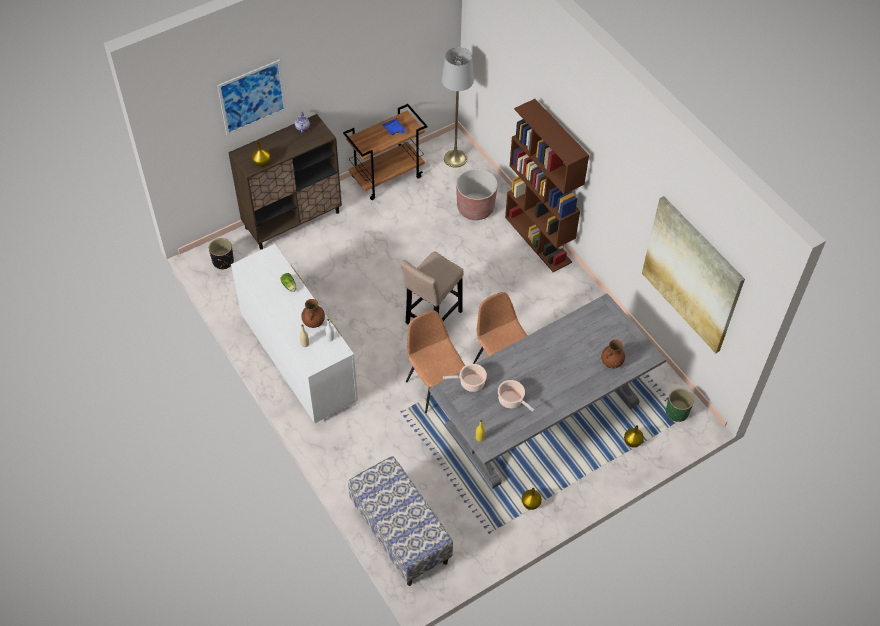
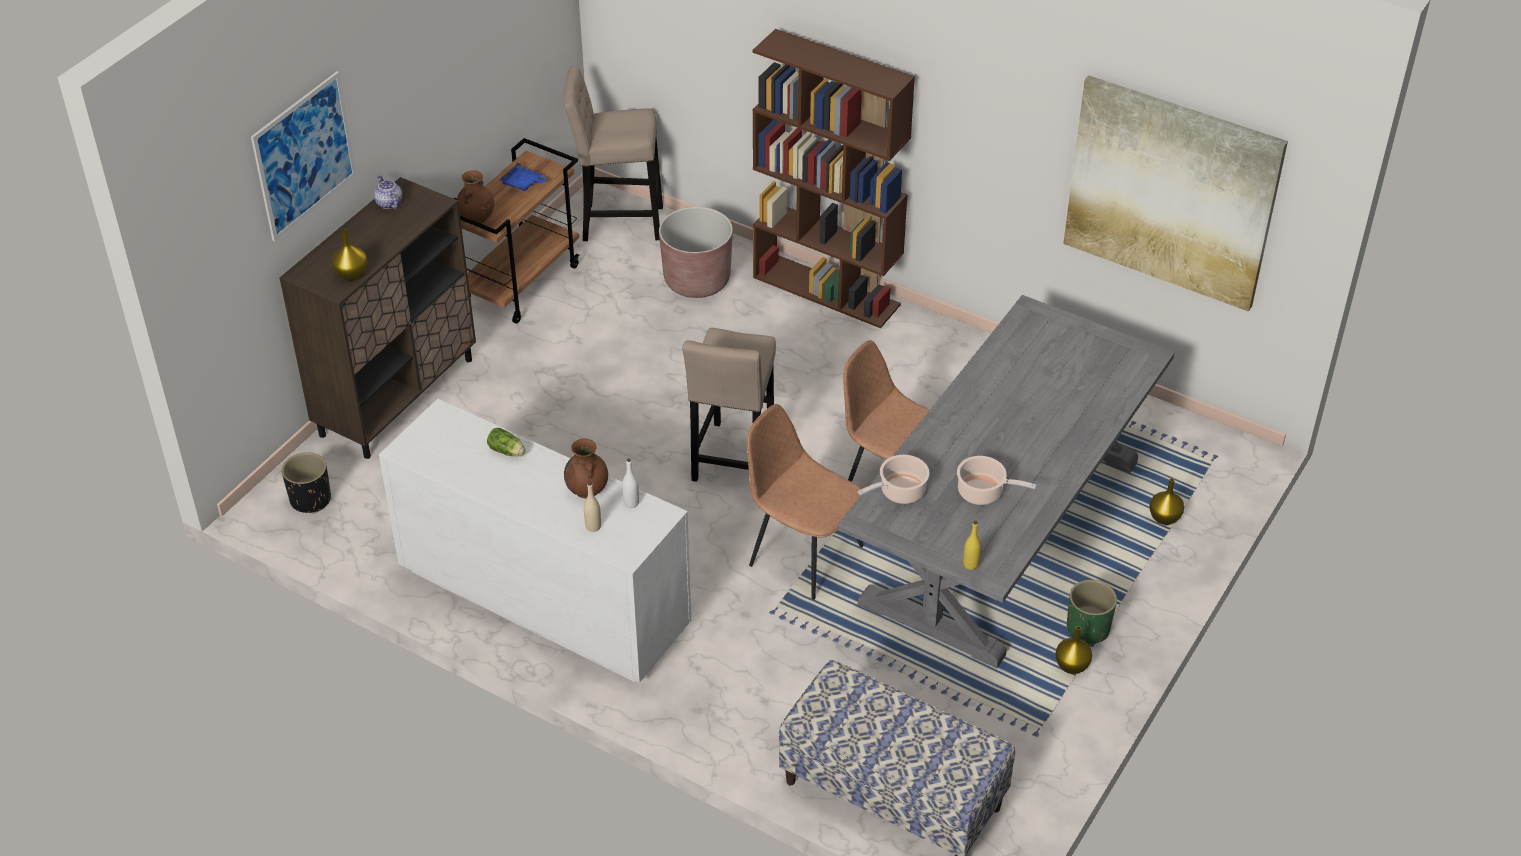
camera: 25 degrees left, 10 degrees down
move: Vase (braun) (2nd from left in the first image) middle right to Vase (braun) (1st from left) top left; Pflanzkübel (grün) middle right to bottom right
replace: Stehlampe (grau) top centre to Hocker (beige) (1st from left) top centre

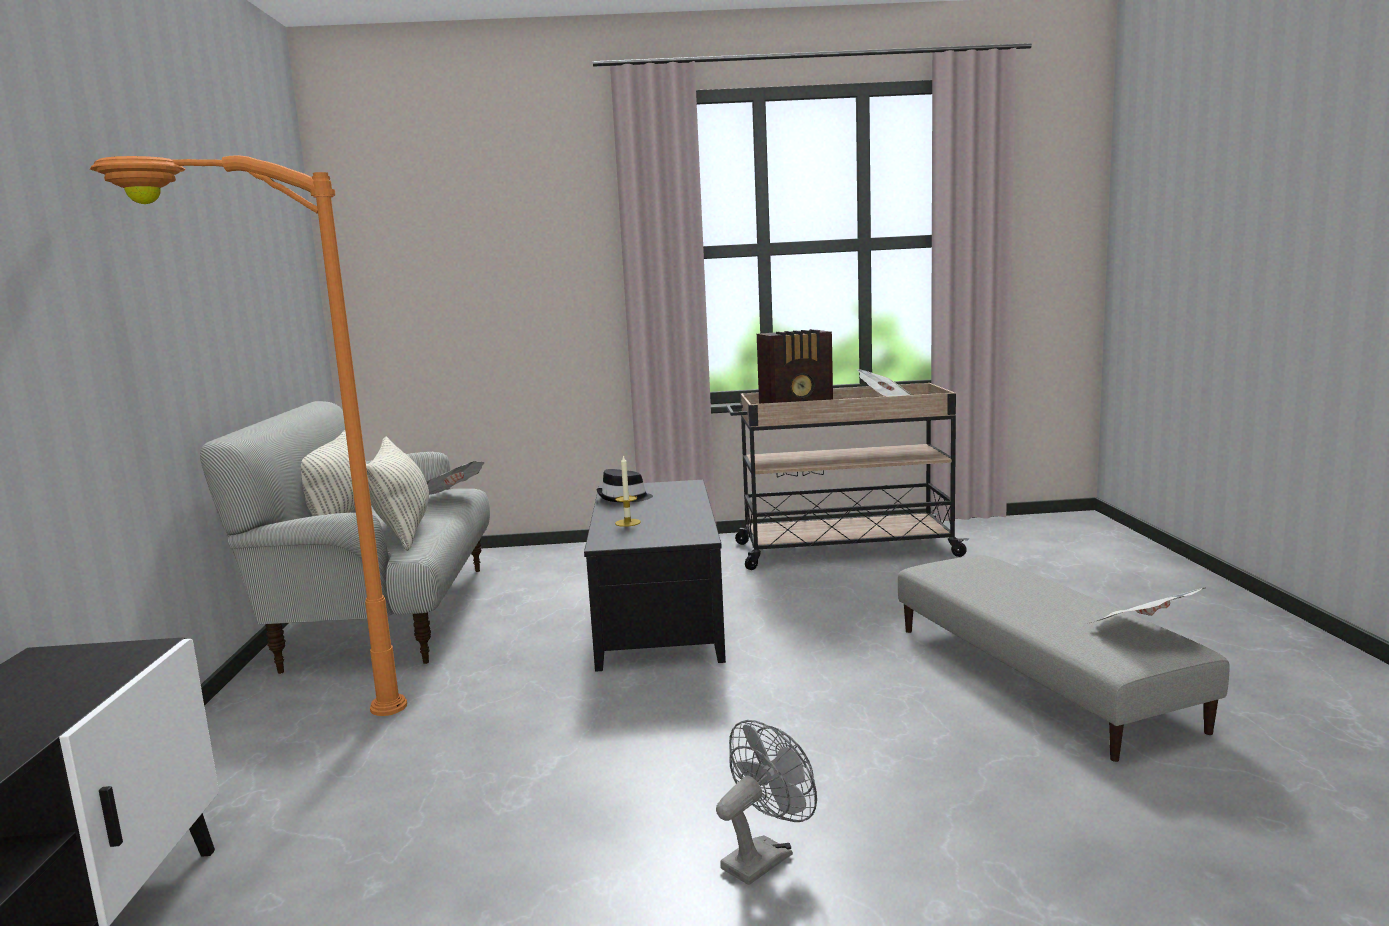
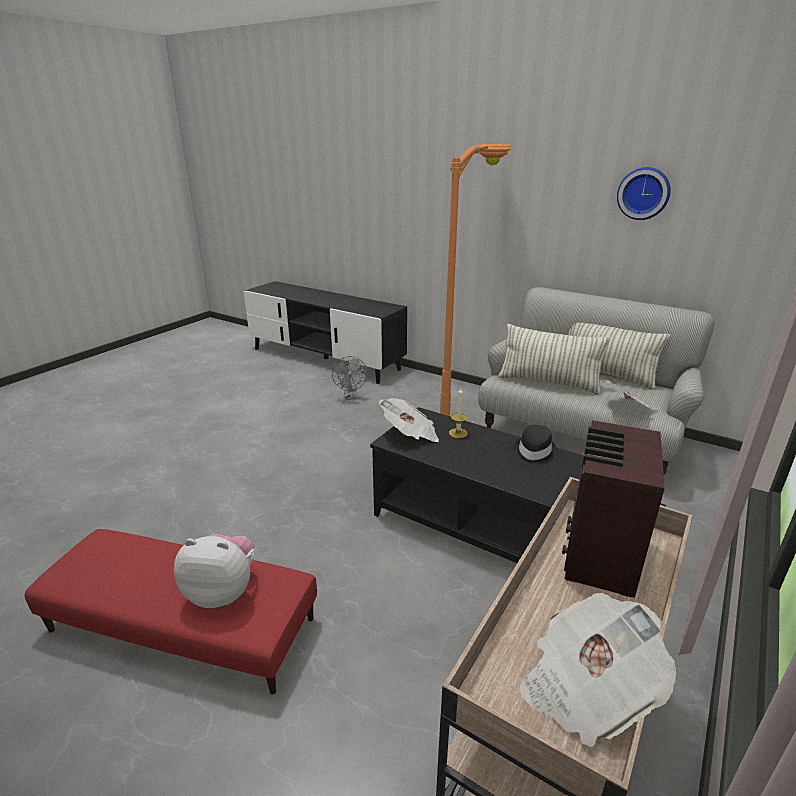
camera: 125 degrees right, 15 degrees up
insert: Plüschtier bottom left; Wanduhr top right
move: Ventilator (grau) bottom centre to centre; Zeitung (3rd from left in the first image) middle right to Zeitung (1st from left) centre
recolor: Polsterhocker (grau) bottom right to Polsterhocker (rot) bottom left

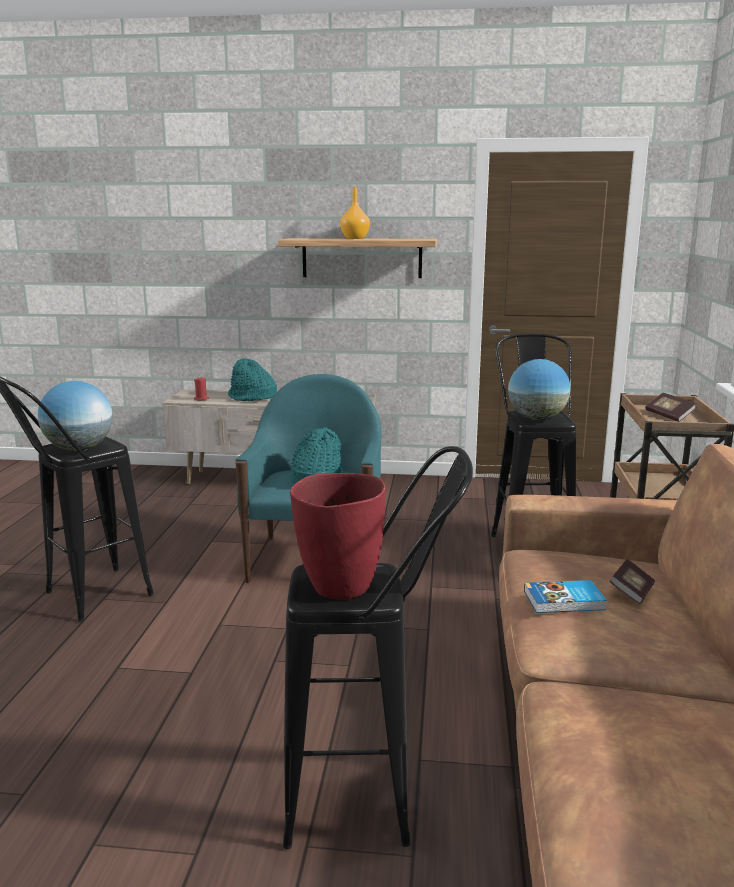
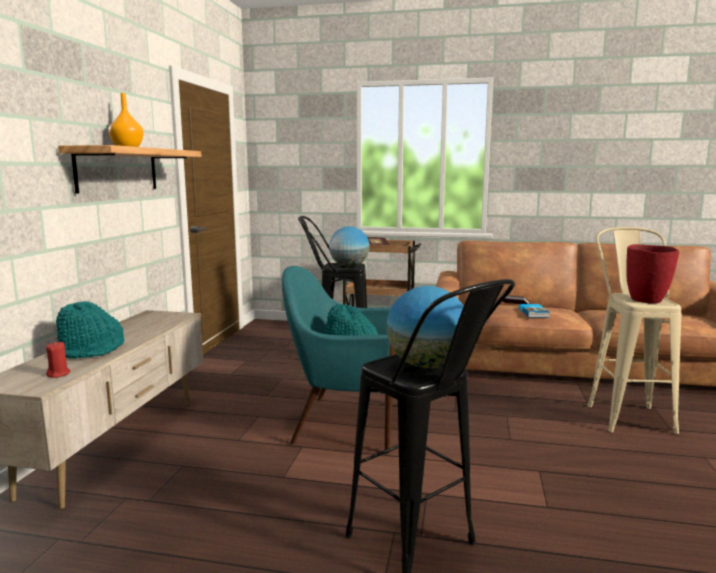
camera: 85 degrees left, 5 degrees down
recolor: Hocker (schwarz) (2nd from left) bottom centre to Hocker (beige) middle right

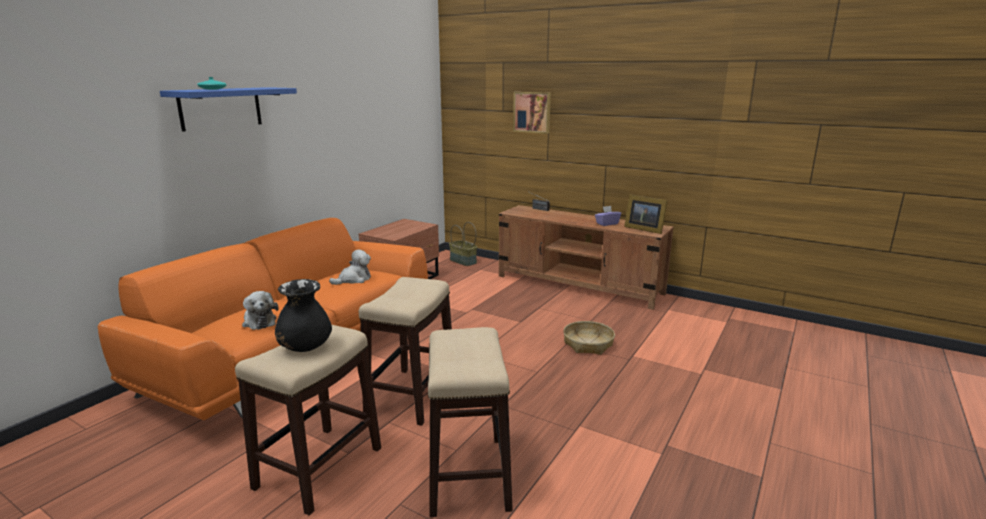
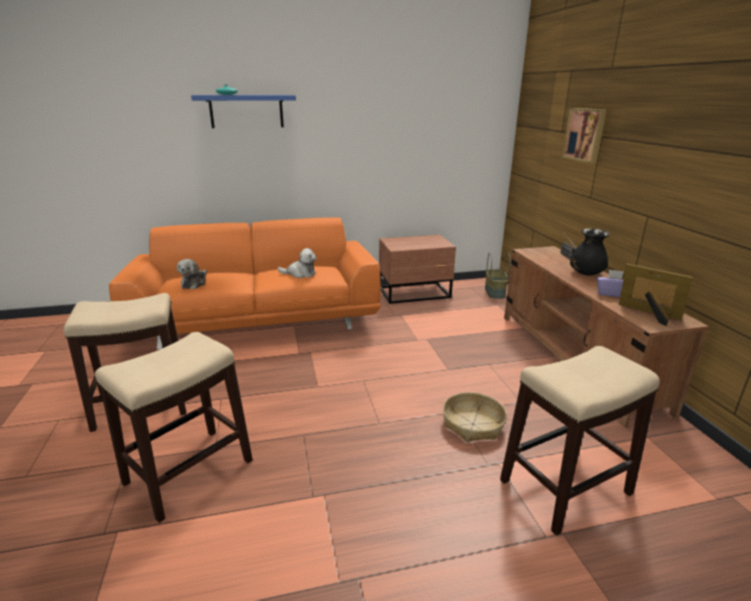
camera: 45 degrees right, 5 degrees up
move: Vase (schwarz) middle left to middle right; Hocker (2nd from left in the first image) bottom centre to Hocker (3rd from left) bottom right
rotate: Bilderrahmen centre = middle right 135 degrees clockwise

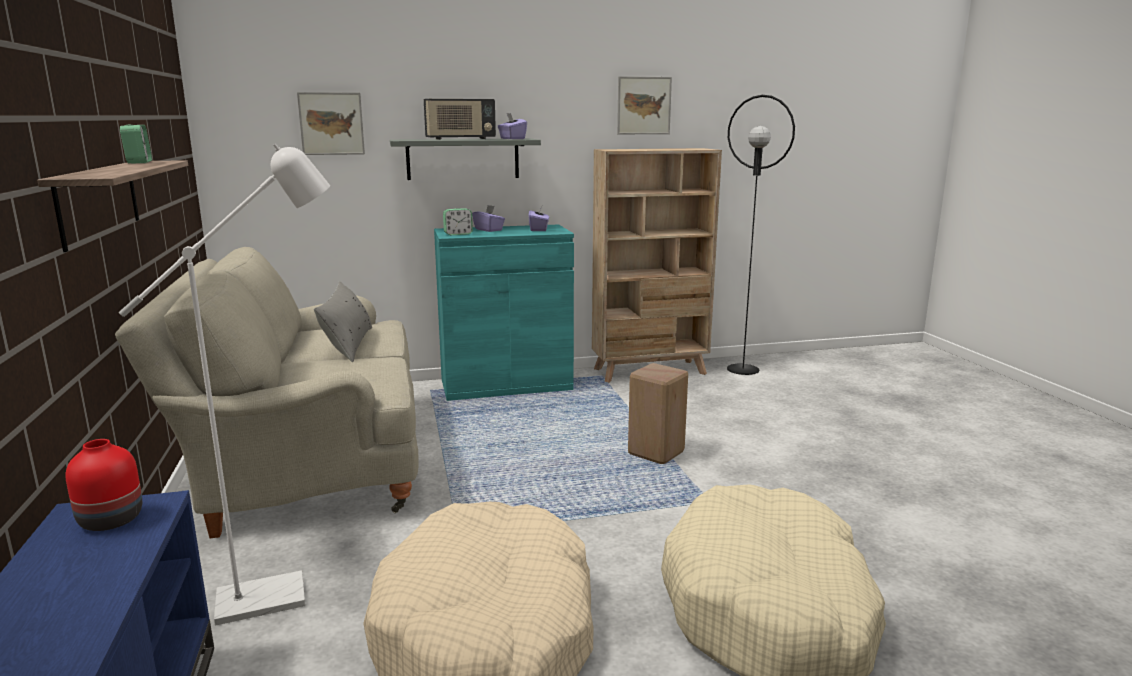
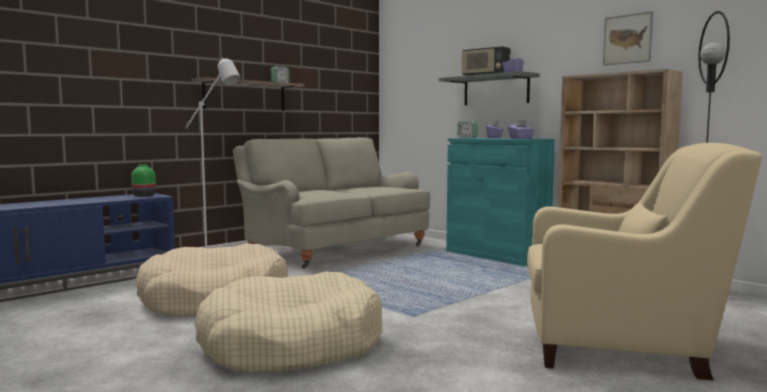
camera: 60 degrees right, 10 degrees down
delete: Bild (1st from left) top left; Kissen (grau) middle left; Hocker (beige) centre
insert: Sessel (beige) middle right
recolor: Vase (rot) bottom left to Vase (grün) middle left

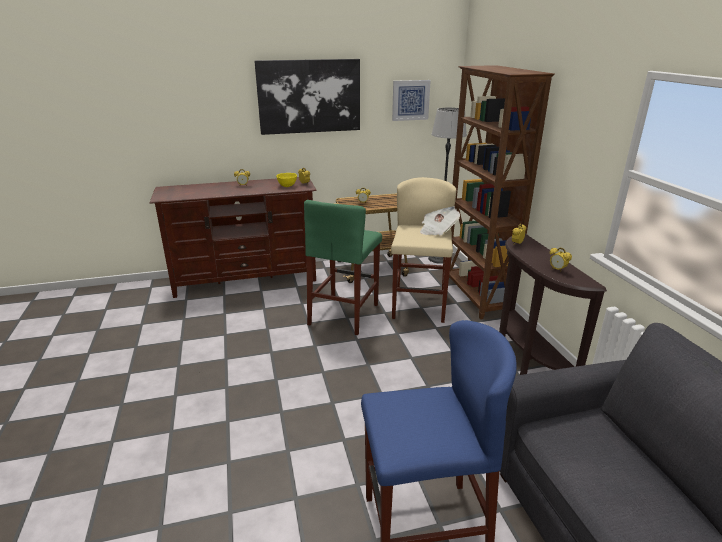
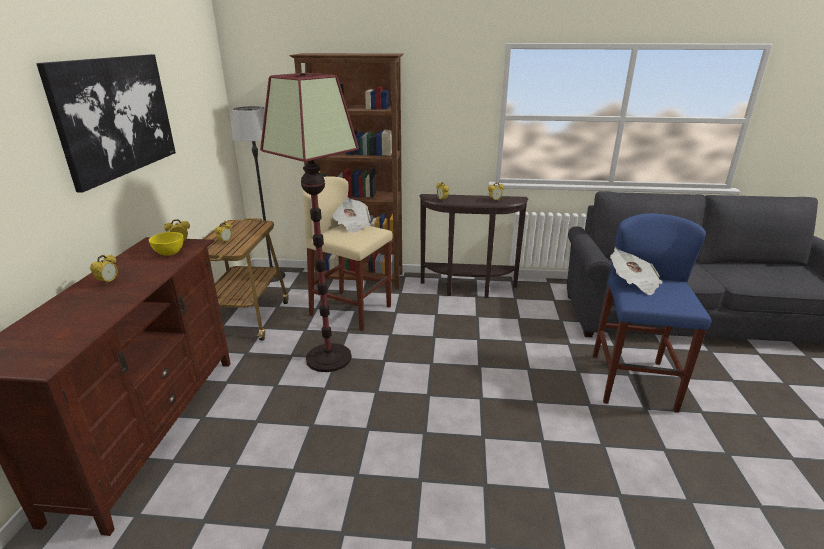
camera: 70 degrees left, 0 degrees up
delete: Bild (2nd from left) top centre
insert: Zeitung (2nd from left) middle right
replace: Hocker (grün) centre to Stehlampe (2nd from left) centre

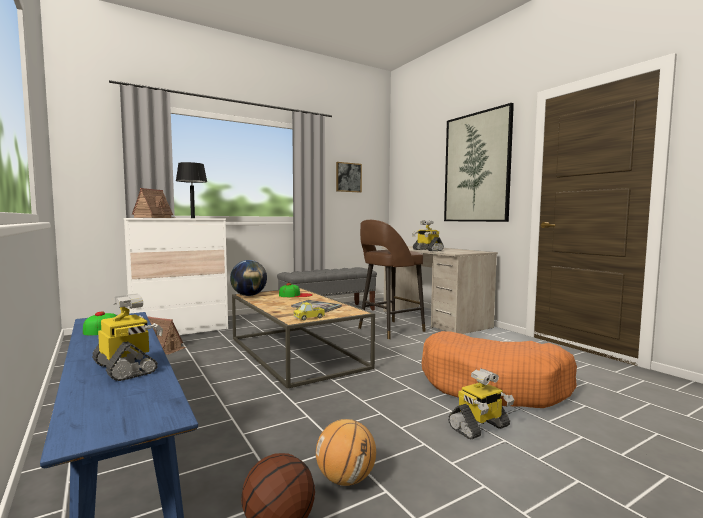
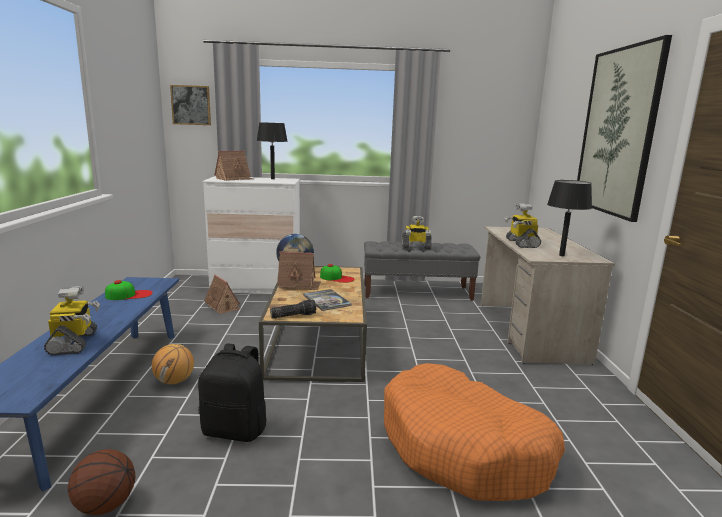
camera: 30 degrees right, 10 degrees up
delete: Hocker (braun) centre
insert: Rucksack (schwarz) bottom left; Spielzeughaus (3rd from left) centre; Tischlampe (schwarz) (2nd from left) middle right
move: Basketball (2nd from left) bottom centre to bottom left; Bild (1st from left) centre to top left; Spielzeugroboter (3rd from left in the first image) bottom right to Spielzeugroboter (2nd from left) centre
replace: Spielzeuglaster centre to Taschenlampe centre

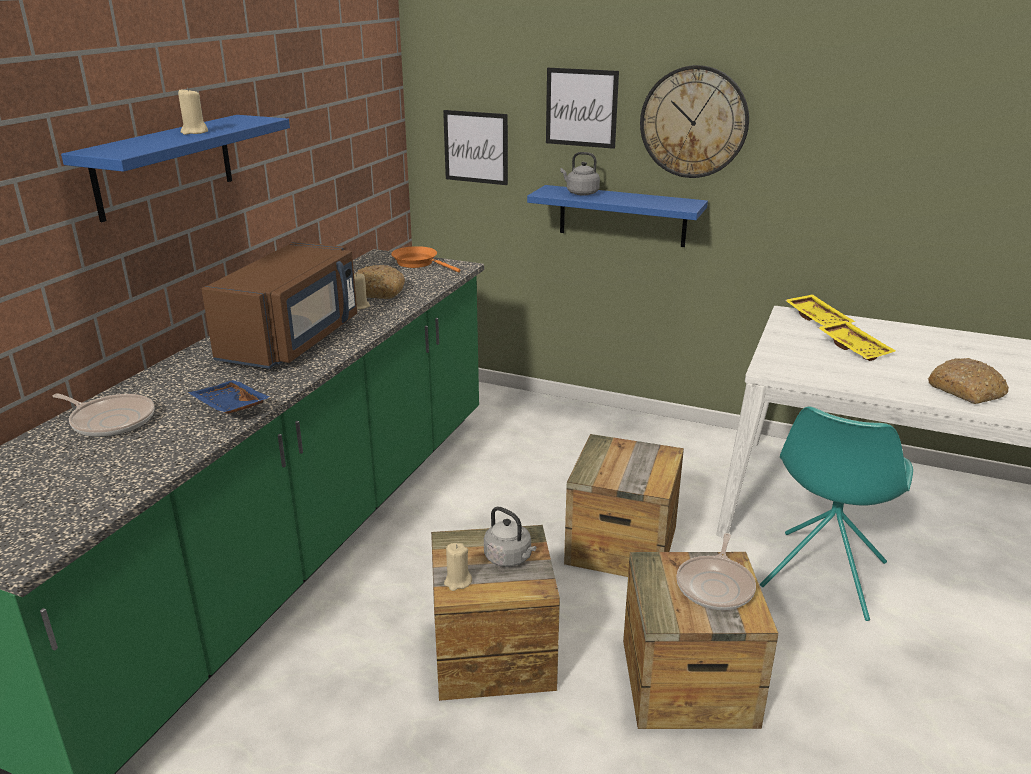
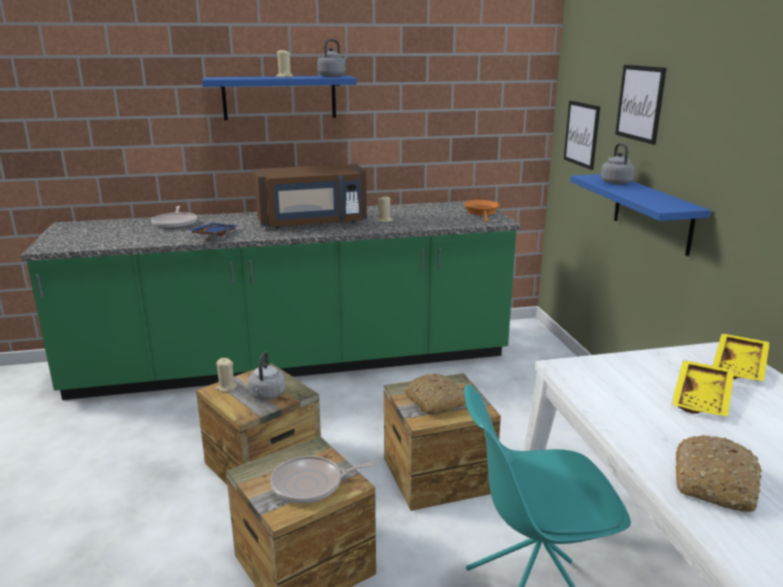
camera: 55 degrees right, 5 degrees down
delete: Wanduhr top right
insert: Wasserkessel (grau) (2nd from left) top centre
move: Brot (1st from left) centre to bottom centre

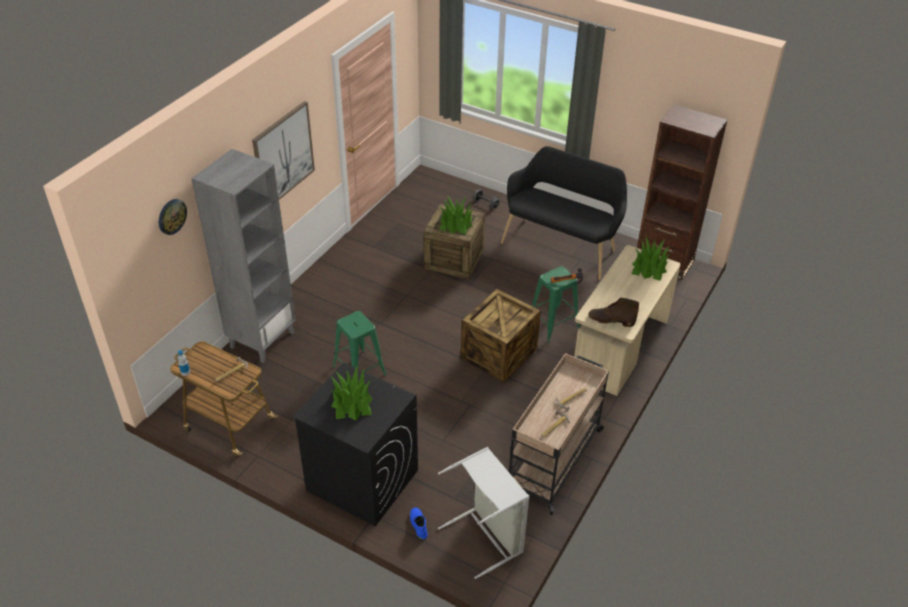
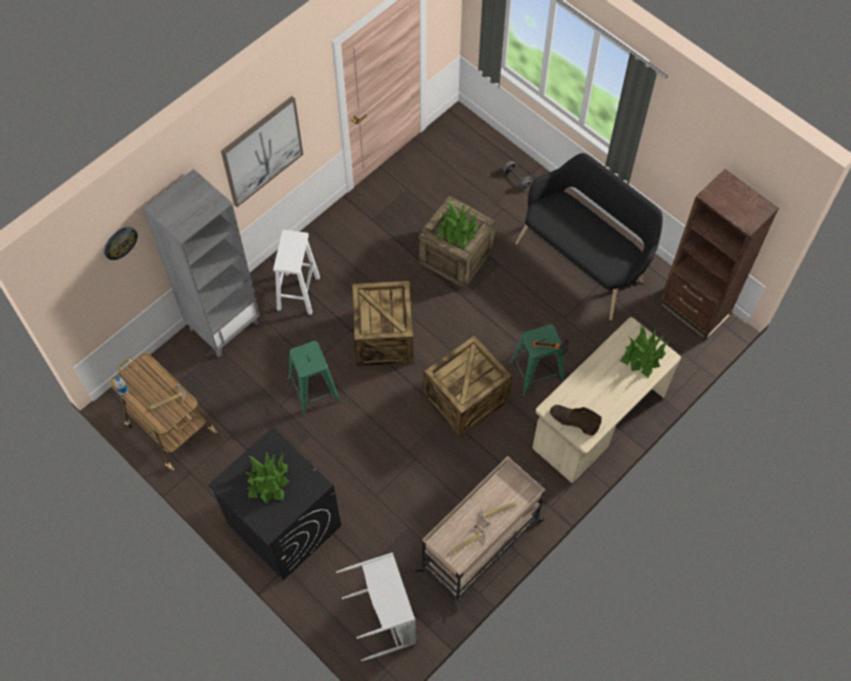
camera: 15 degrees right, 20 degrees up
delete: Stiefel (blau) bottom centre
insert: Hocker (weiß) centre; Kiste (1st from left) centre

